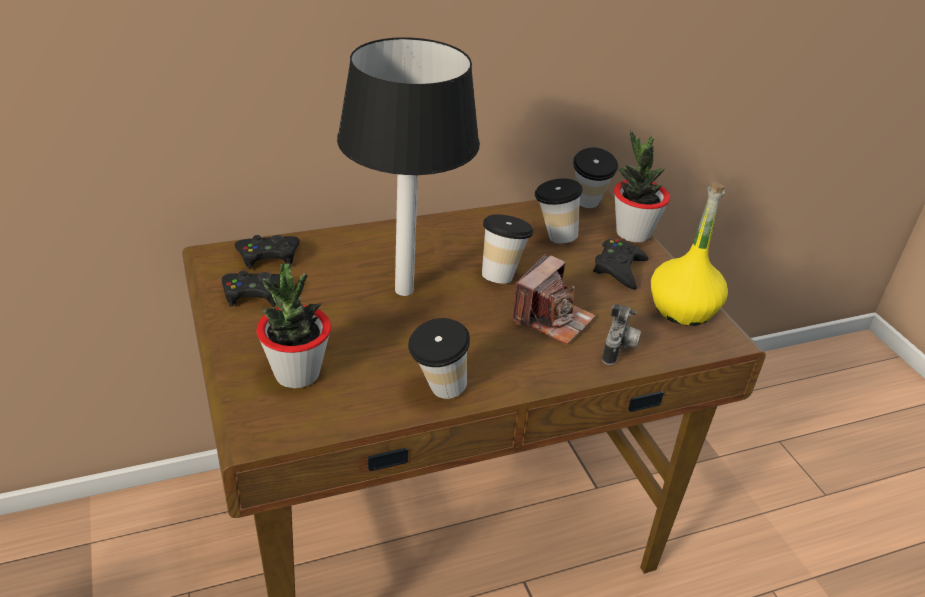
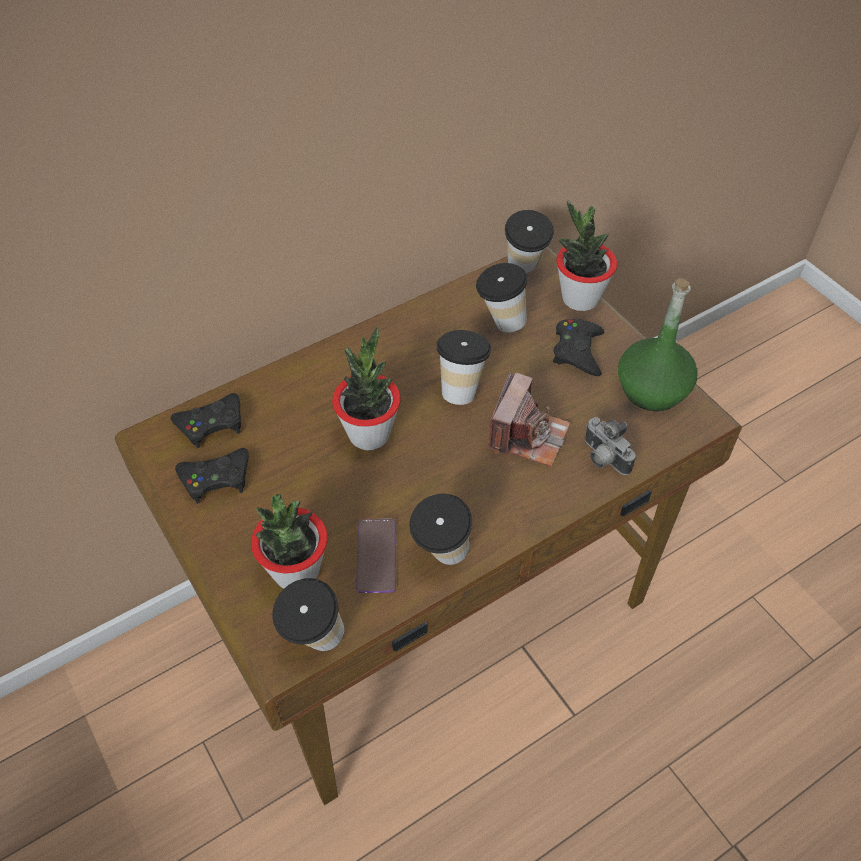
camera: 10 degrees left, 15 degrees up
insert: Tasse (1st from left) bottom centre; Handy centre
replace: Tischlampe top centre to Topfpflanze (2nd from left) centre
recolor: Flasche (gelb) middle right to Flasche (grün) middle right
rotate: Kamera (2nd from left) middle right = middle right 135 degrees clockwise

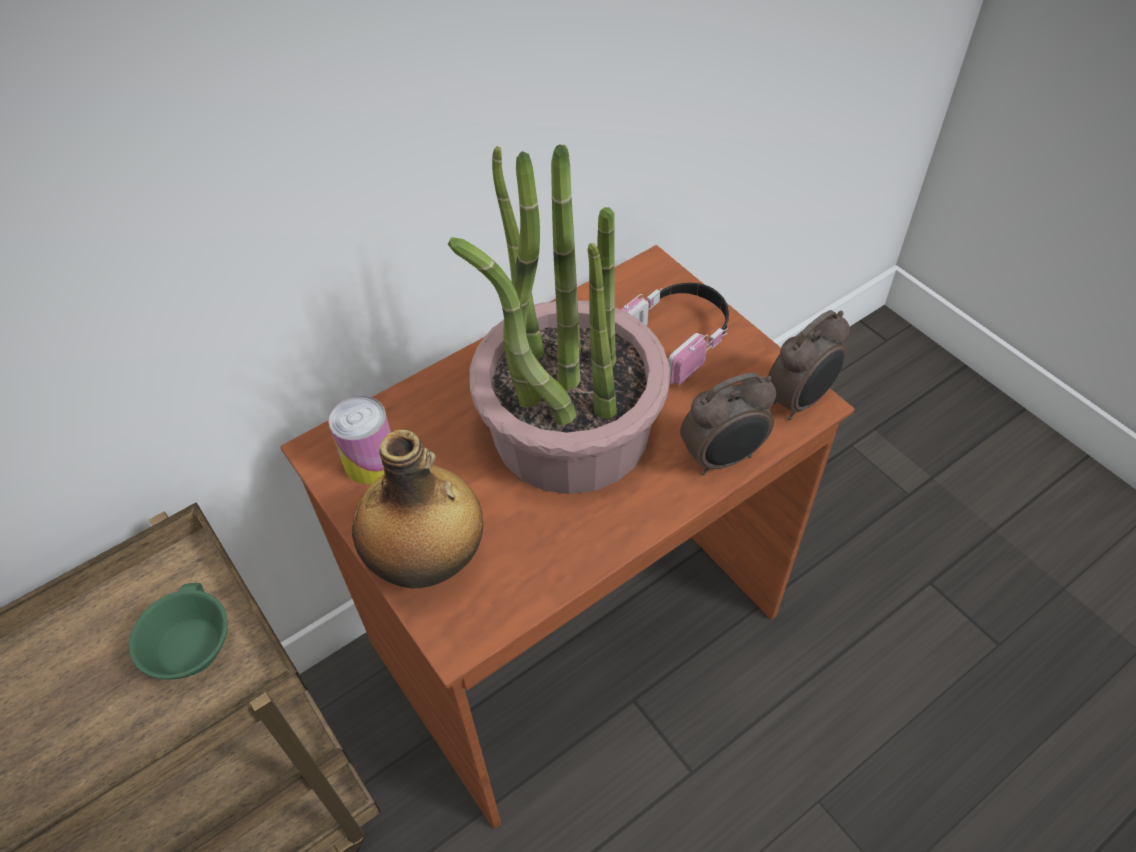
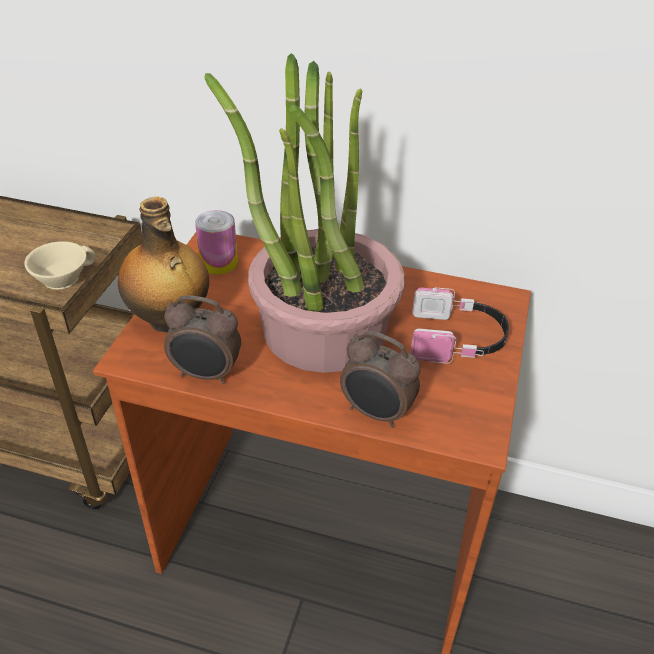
camera: 50 degrees right, 10 degrees down
move: Wecker (2nd from left in the first image) middle right to Wecker (1st from left) middle left
recolor: Tasse (grün) bottom left to Tasse (beige) middle left

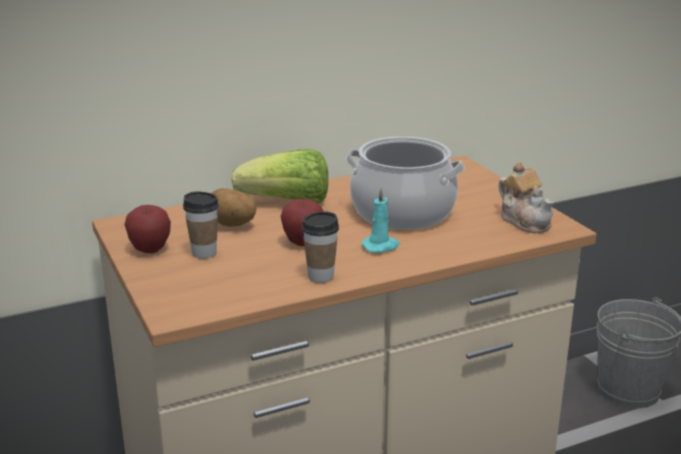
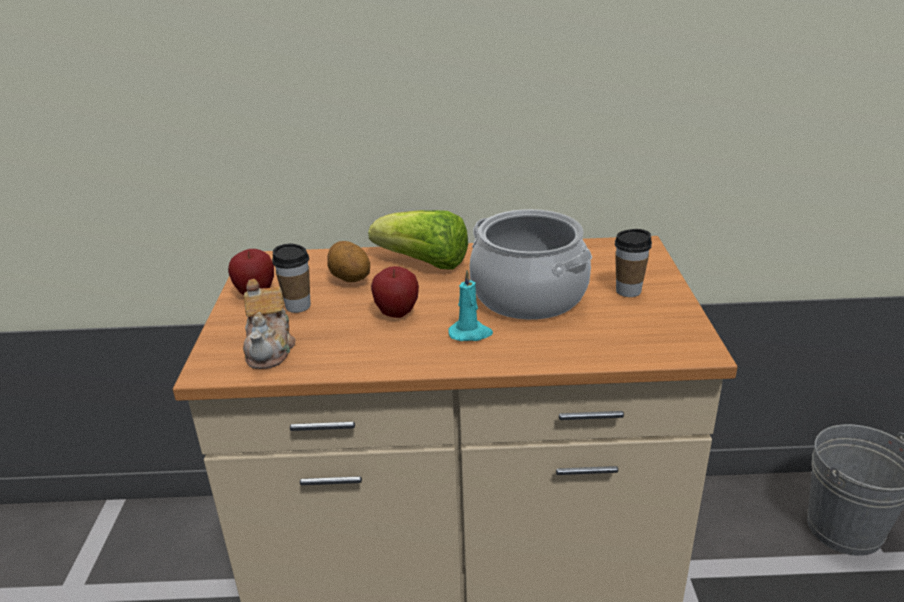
camera: 25 degrees right, 5 degrees up
move: Tasse (2nd from left) centre to middle right; Teekanne middle right to middle left

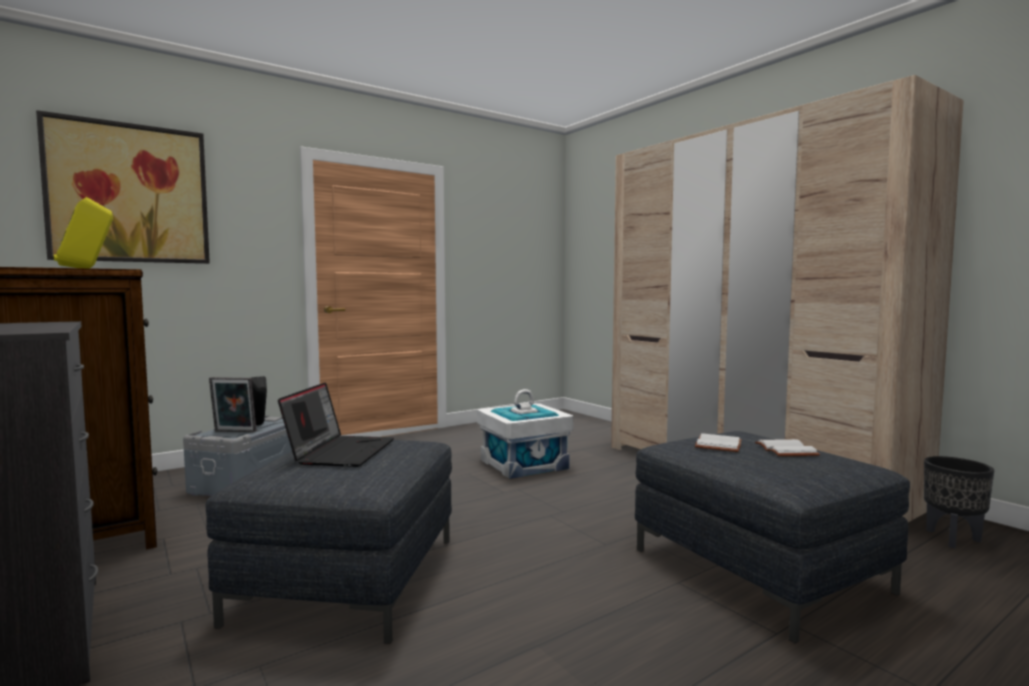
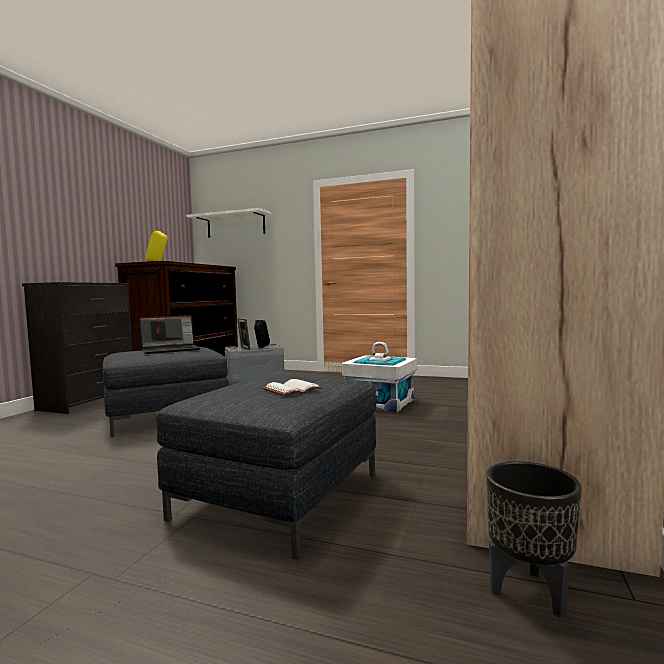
camera: 55 degrees right, 0 degrees up
delete: Buch (weiß) (1st from left) middle right
replace: Bild top left to Wandregal (weiß) centre

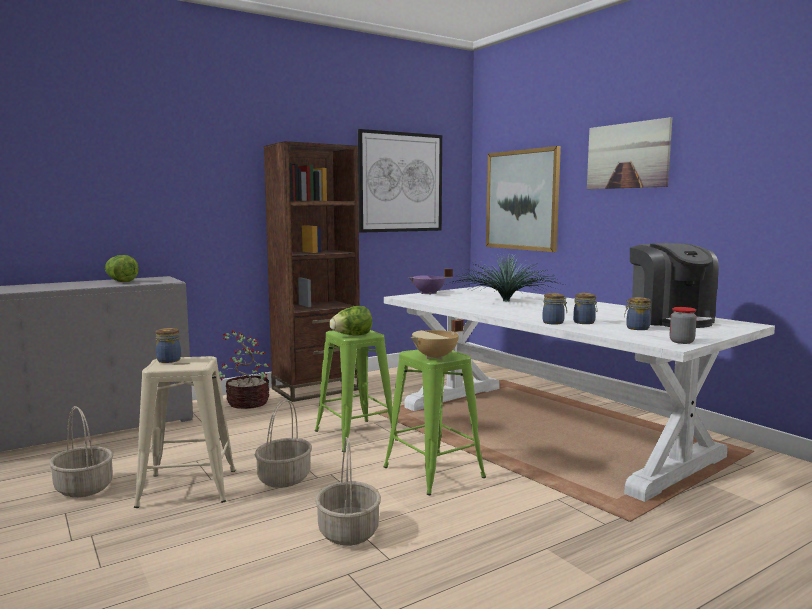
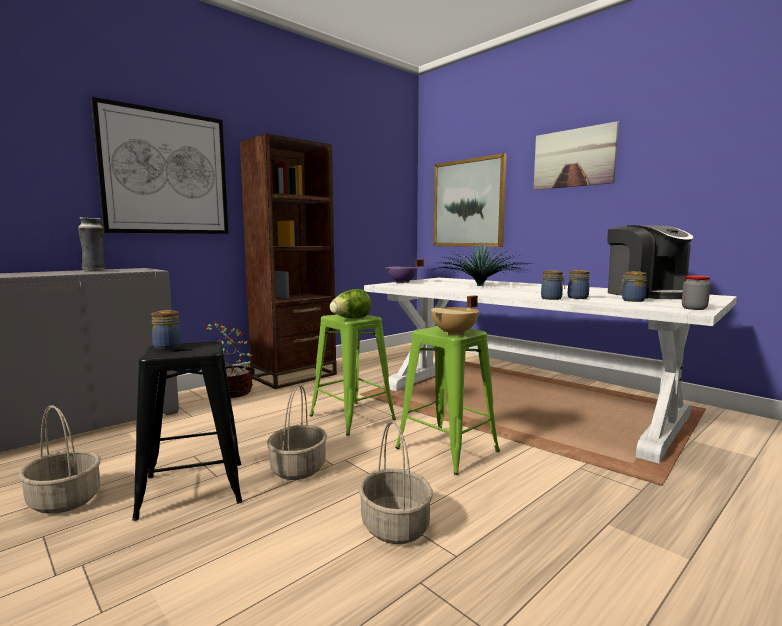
camera: 10 degrees left, 0 degrees up
move: Bild (1st from left) top centre to top left
replace: Salatkopf (1st from left) middle left to Vase middle left
recolor: Hocker (beige) bottom left to Hocker (schwarz) bottom left

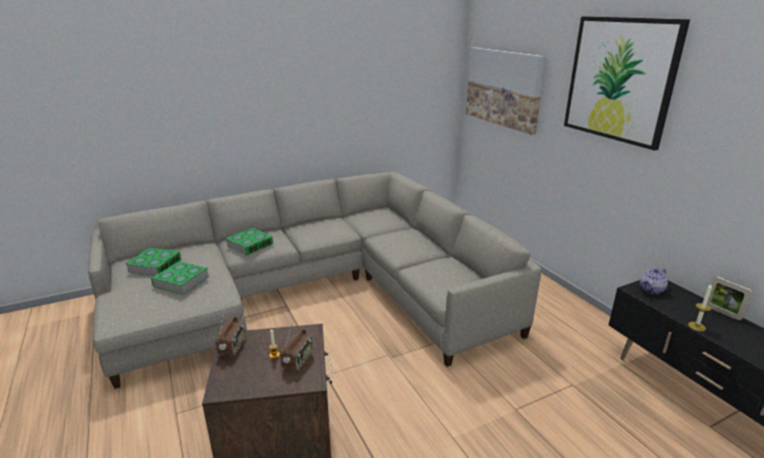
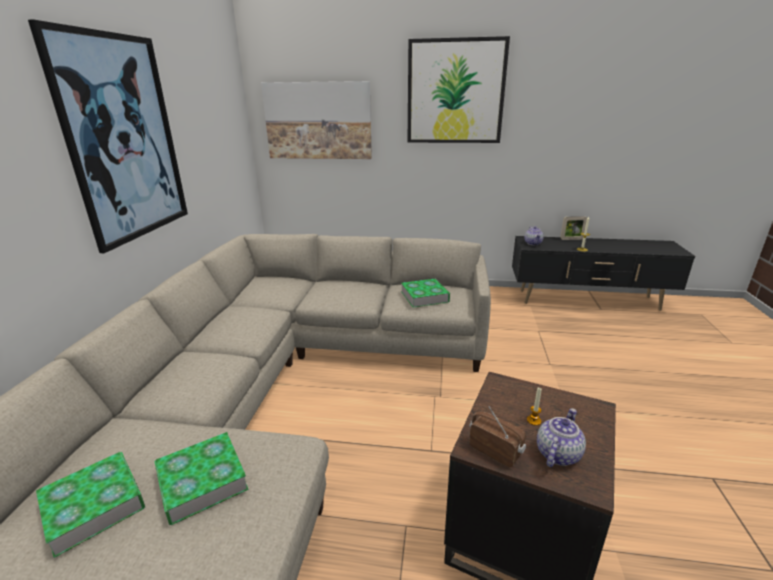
camera: 55 degrees left, 0 degrees up
delete: Radio (2nd from left) bottom centre
insert: Bild (1st from left) top left; Teekanne (2nd from left) bottom right
move: Buch (3rd from left) middle left to centre

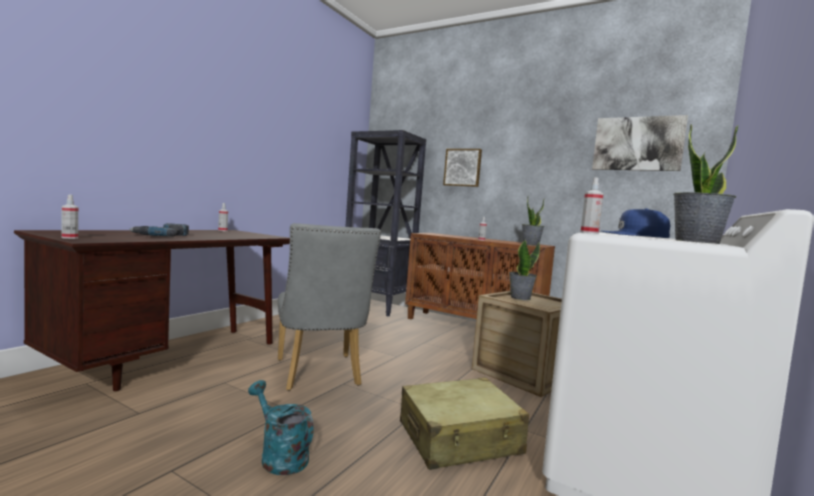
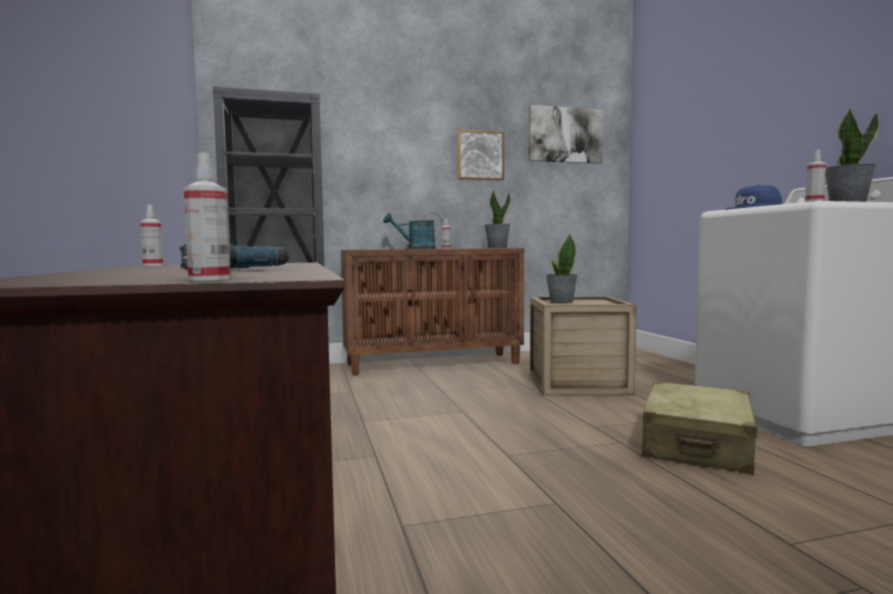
camera: 45 degrees left, 0 degrees up
delete: Stuhl (grau) centre
move: Gießkanne (türkis) bottom centre to centre; Bild (1st from left) centre to top centre

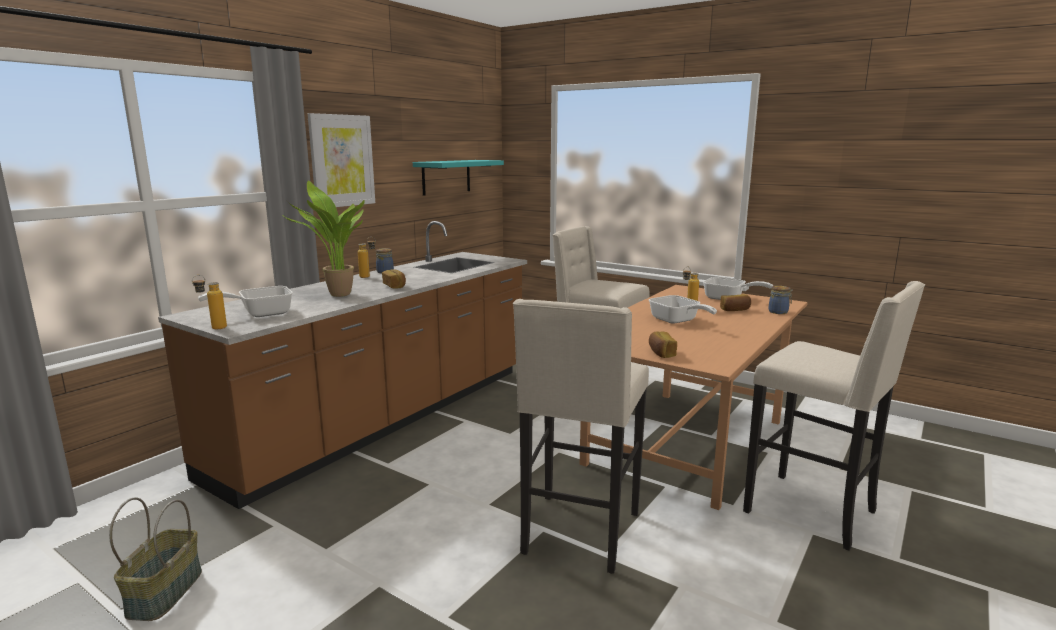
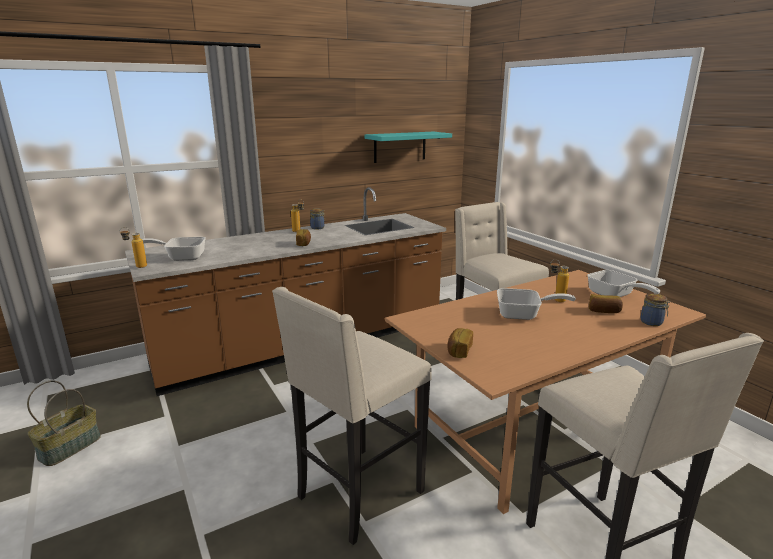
camera: 25 degrees right, 5 degrees up
delete: Topfpflanze middle left; Bild top left
rotate: Pfanne (2nd from left) centre = middle right 75 degrees counterclockwise

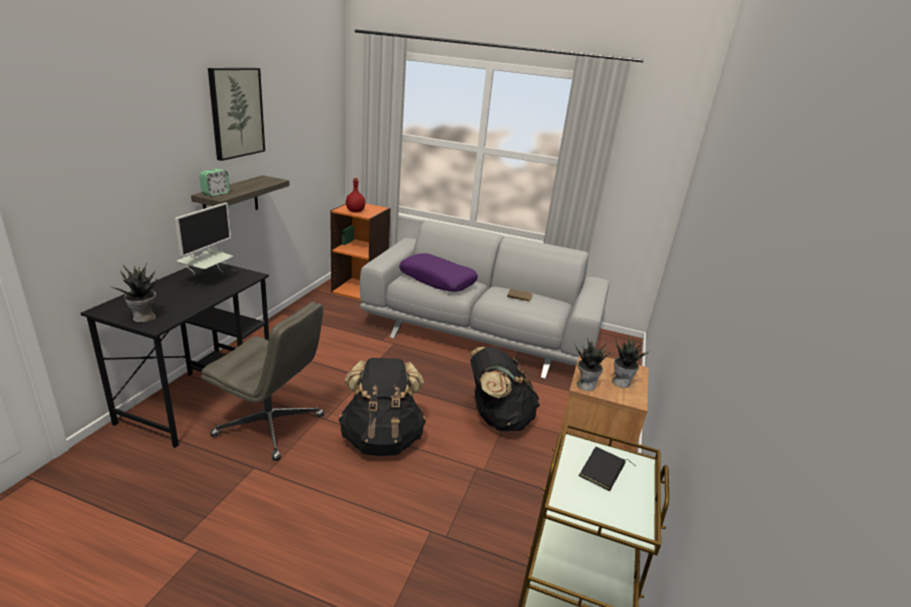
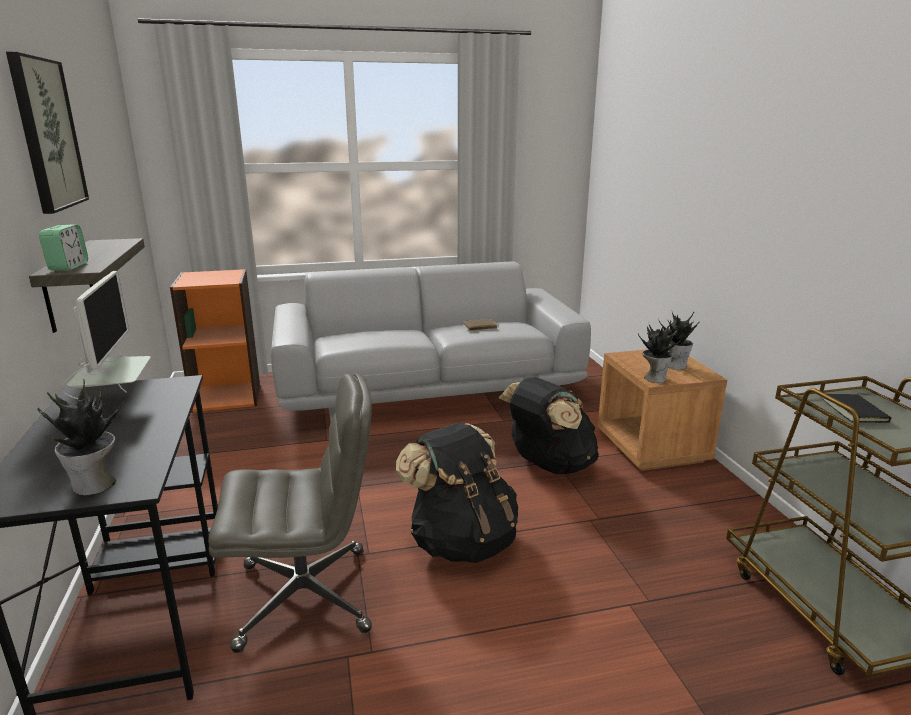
camera: 30 degrees left, 5 degrees down
delete: Flasche (rot) top centre; Kissen (lila) centre

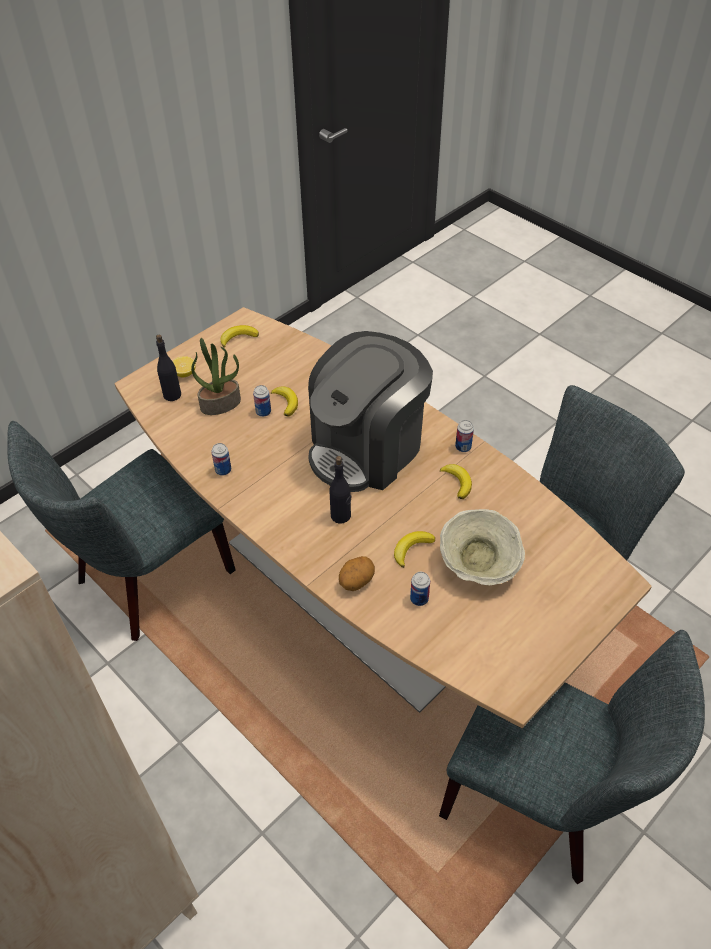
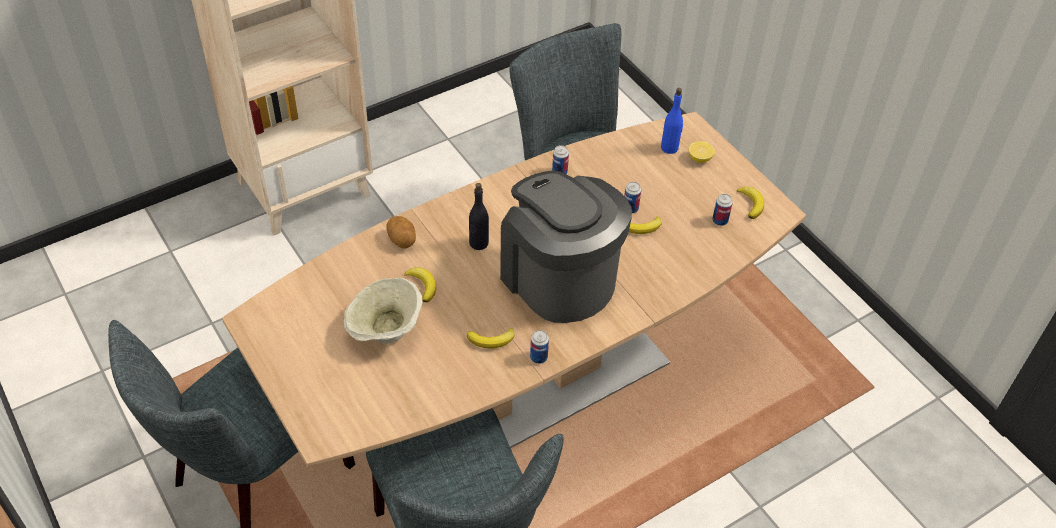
camera: 100 degrees right, 0 degrees up
delete: Topfpflanze middle left
move: Dose (3rd from left in the first image) centre to Dose (4th from left) middle right
recolor: Flasche (schwarz) (1st from left) middle left to Flasche (blau) top centre

